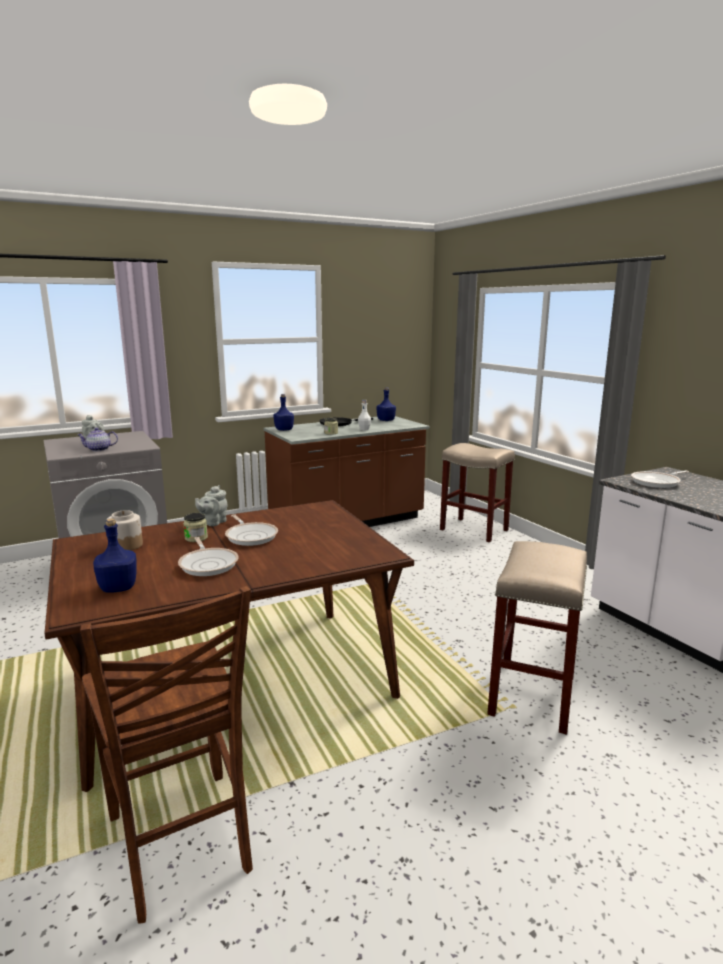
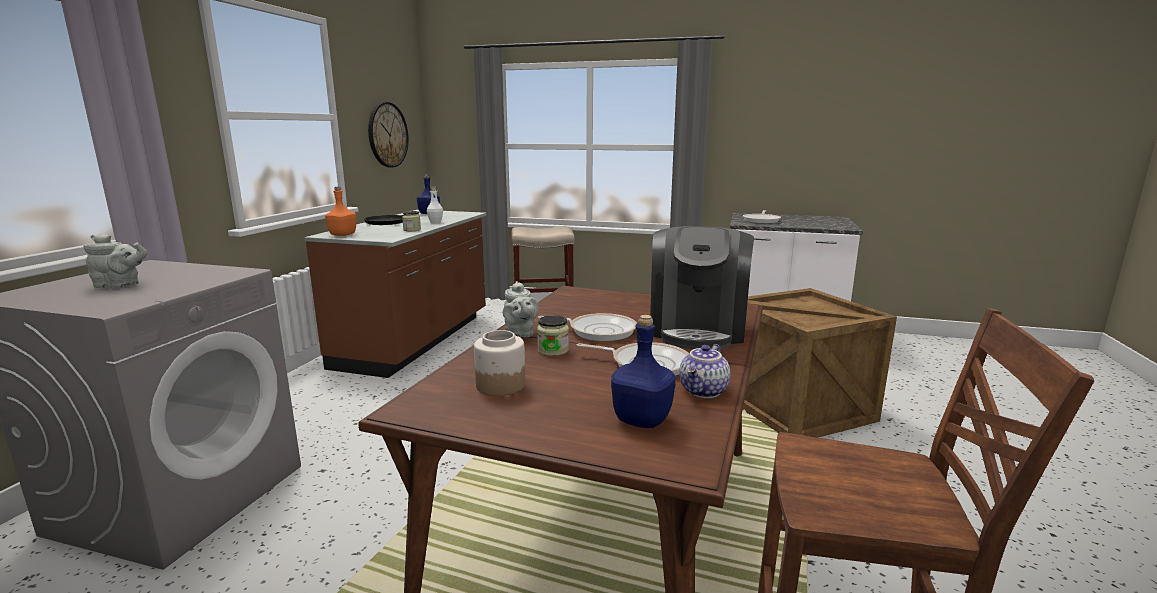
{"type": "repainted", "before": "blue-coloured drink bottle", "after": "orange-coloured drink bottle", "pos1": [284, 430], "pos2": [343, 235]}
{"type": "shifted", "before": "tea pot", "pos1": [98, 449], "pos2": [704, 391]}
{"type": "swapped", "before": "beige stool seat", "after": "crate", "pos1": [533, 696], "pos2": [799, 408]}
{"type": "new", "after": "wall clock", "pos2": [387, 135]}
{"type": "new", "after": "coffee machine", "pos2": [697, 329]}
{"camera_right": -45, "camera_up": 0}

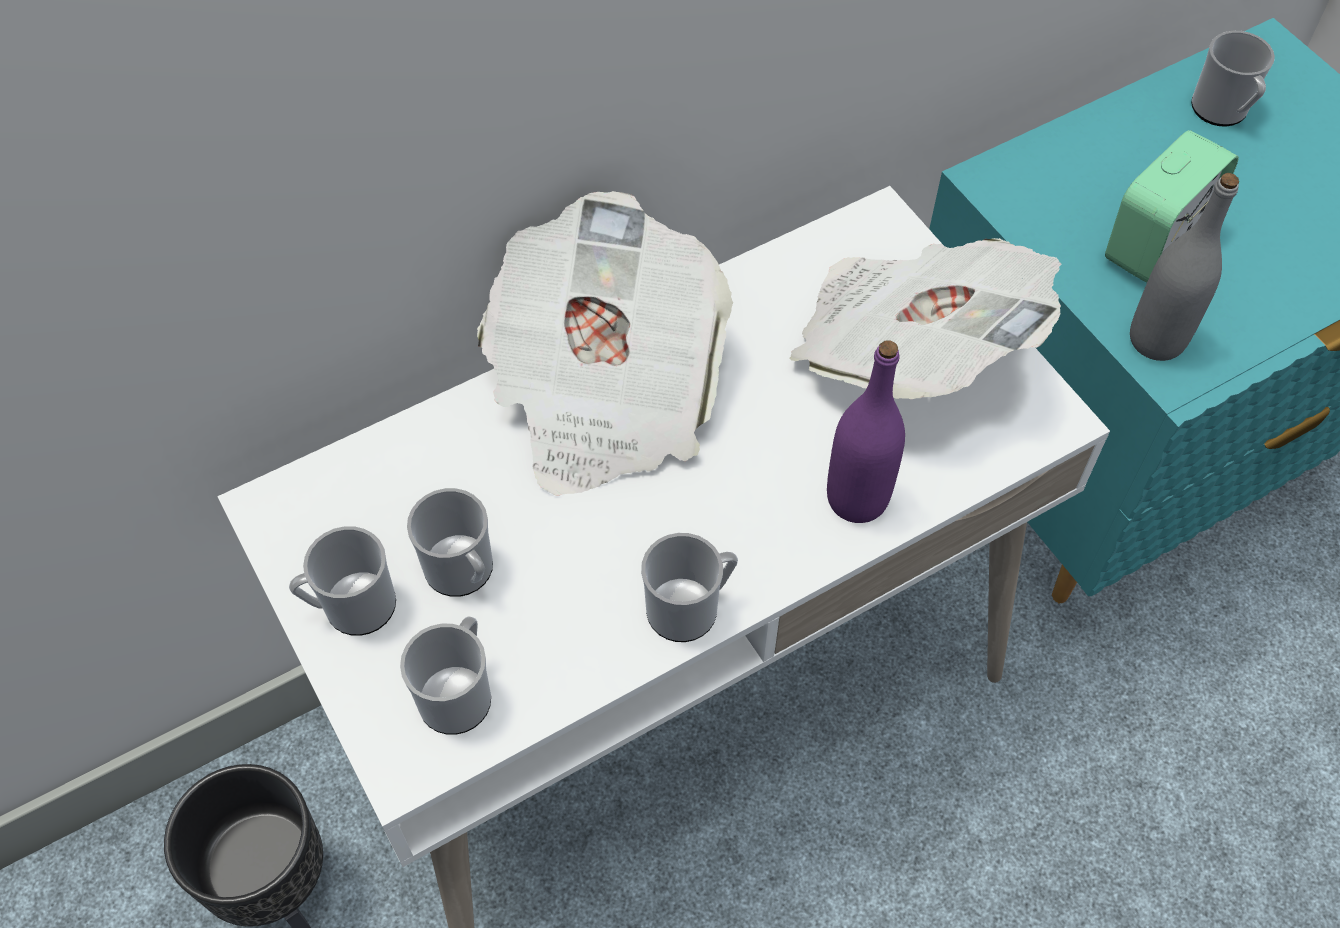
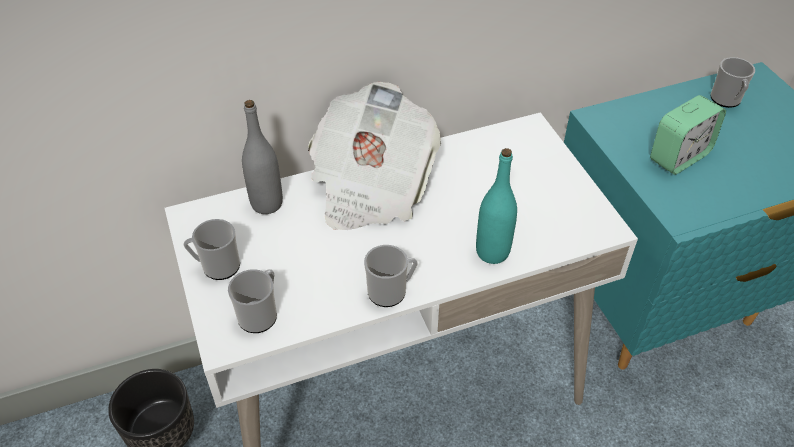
{"type": "shifted", "before": "greyish drink bottle", "pos1": [1156, 340], "pos2": [267, 204]}
{"type": "gone", "before": "newspaper", "pos1": [909, 350]}
{"type": "repainted", "before": "purplish drink bottle", "after": "blue-green drink bottle", "pos1": [857, 498], "pos2": [492, 252]}
{"type": "gone", "before": "tea mug", "pos1": [463, 573]}
{"camera_right": 10, "camera_up": -10}

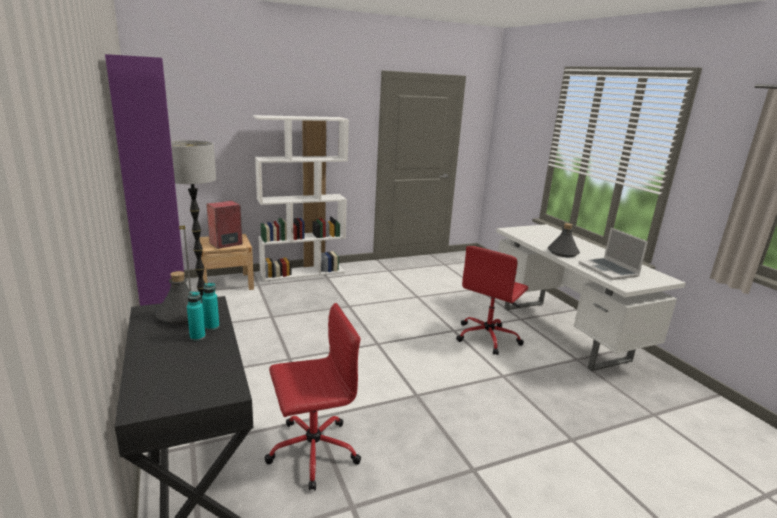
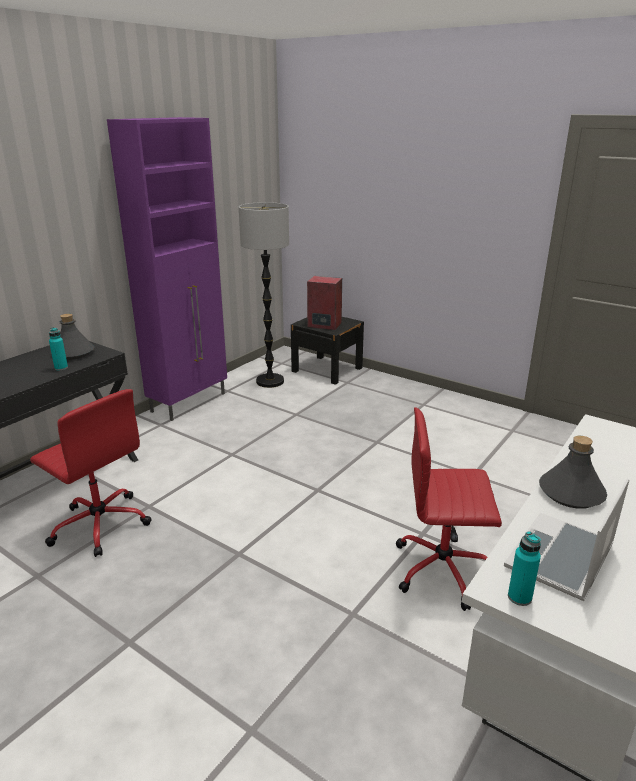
{"type": "gone", "before": "white bookshelf", "pos1": [303, 272]}
{"type": "repainted", "before": "beige night table", "after": "black night table", "pos1": [226, 283], "pos2": [327, 369]}
{"type": "shifted", "before": "blue-green drink bottle", "pos1": [197, 337], "pos2": [519, 597]}
{"camera_right": 60, "camera_up": 5}

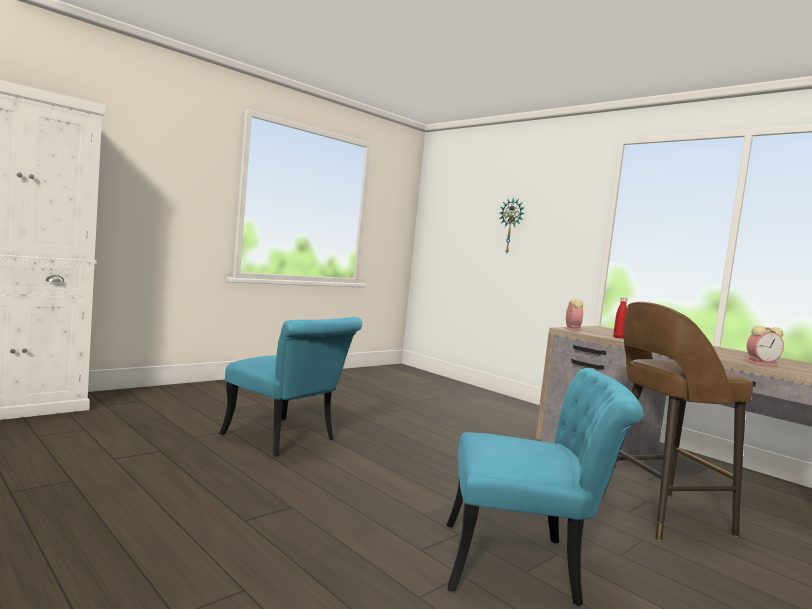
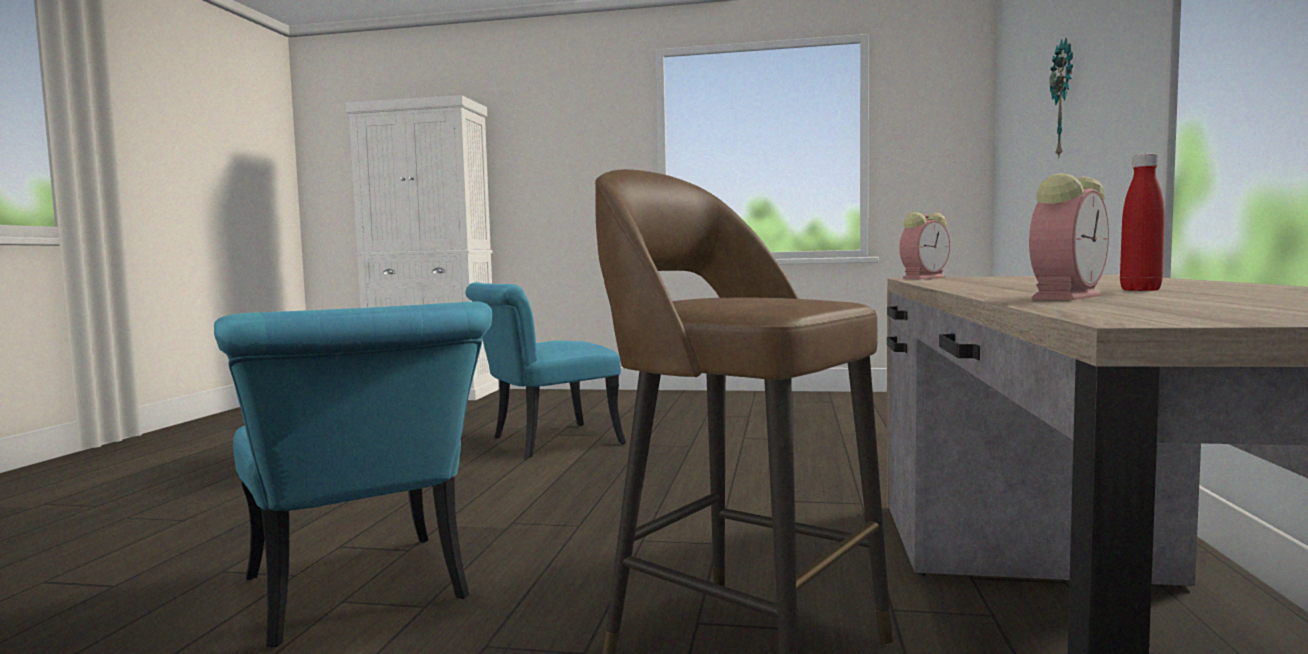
{"type": "shifted", "before": "red drink bottle", "pos1": [618, 337], "pos2": [1140, 290]}
{"type": "rotated", "before": "blue-green upright chair", "pos1": [287, 440], "pos2": [543, 443], "turn": 60}
{"type": "rotated", "before": "bedside clock", "pos1": [762, 364], "pos2": [1066, 297], "turn": -90}
{"camera_right": 55, "camera_up": 0}

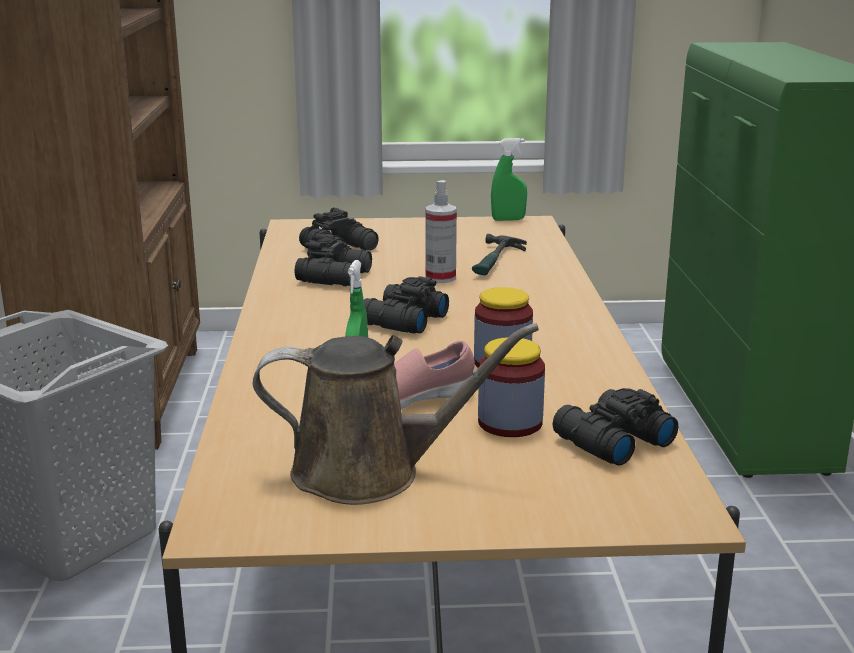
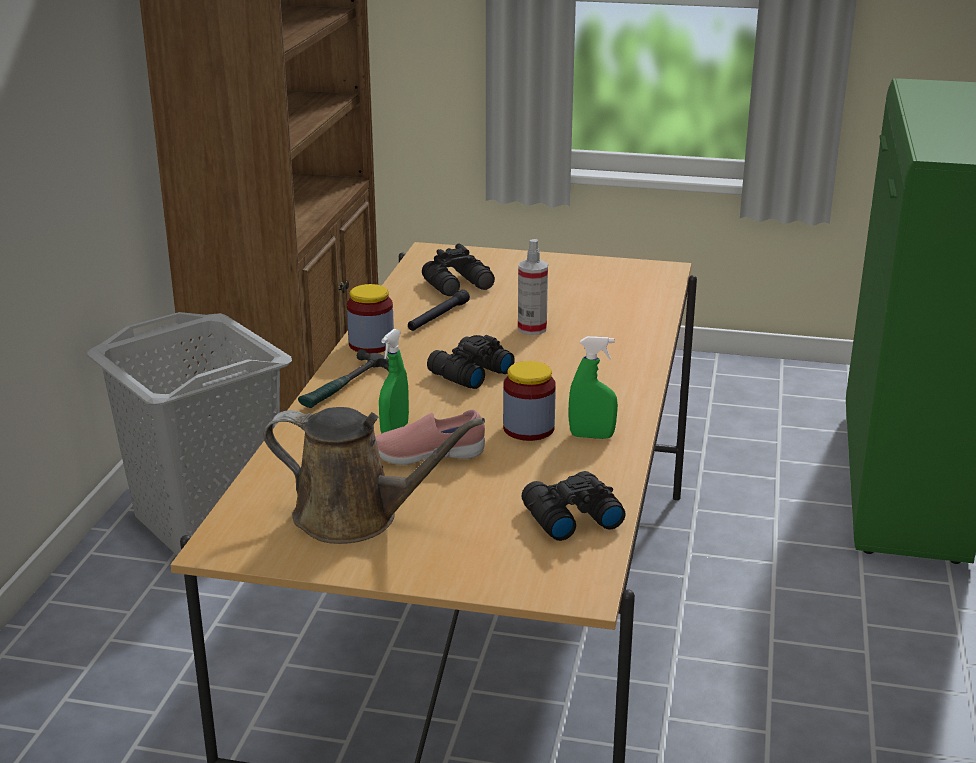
{"type": "shifted", "before": "green hand sprayer", "pos1": [508, 219], "pos2": [591, 436]}
{"type": "swapped", "before": "black pair of binoculars", "after": "black flashlight", "pos1": [336, 276], "pos2": [438, 317]}
{"type": "shifted", "before": "tool hammer", "pos1": [496, 261], "pos2": [346, 387]}
{"type": "shifted", "before": "storage jar", "pos1": [510, 423], "pos2": [371, 344]}
{"camera_right": 15, "camera_up": 5}

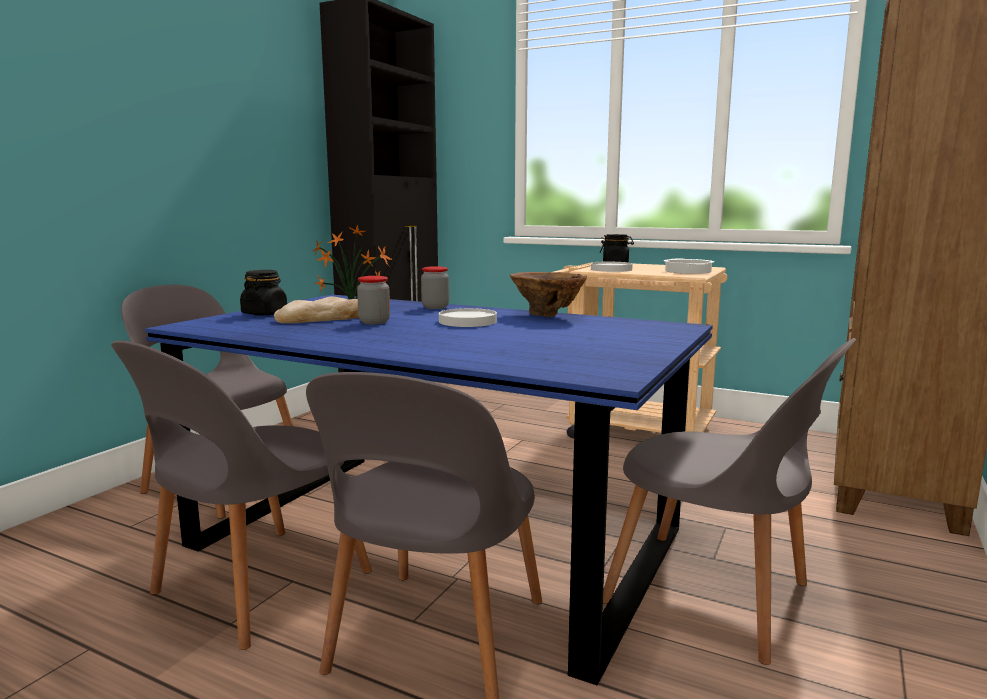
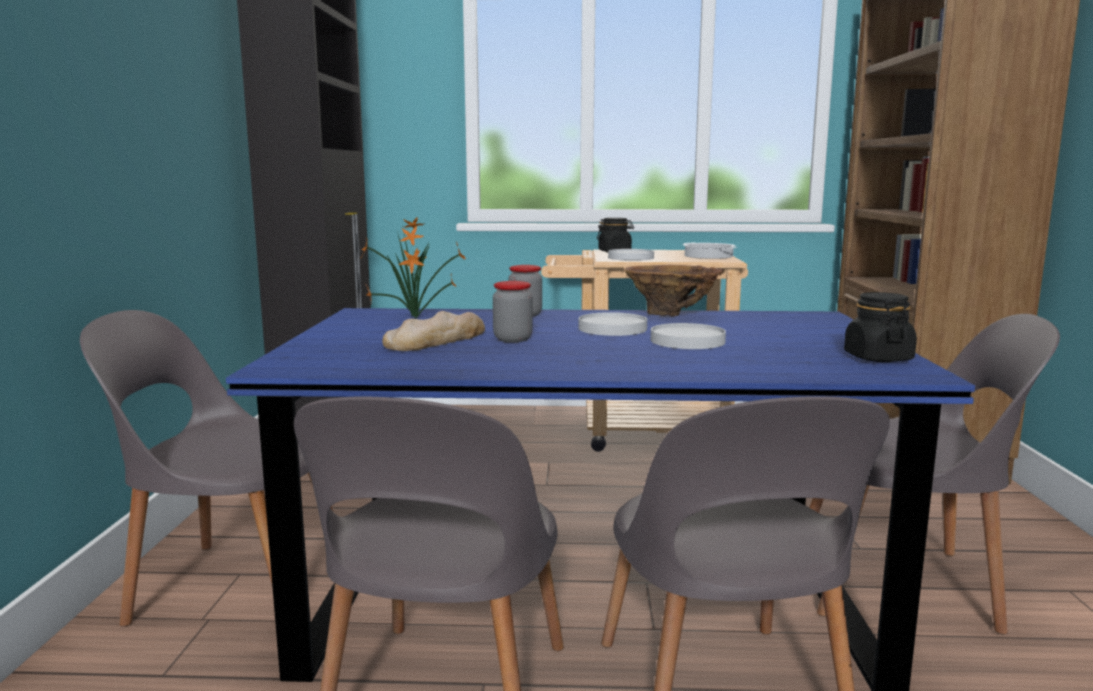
{"type": "shifted", "before": "black storage jar", "pos1": [264, 313], "pos2": [877, 358]}
{"type": "new", "after": "white flat dish", "pos2": [687, 341]}
{"camera_right": -25, "camera_up": 0}

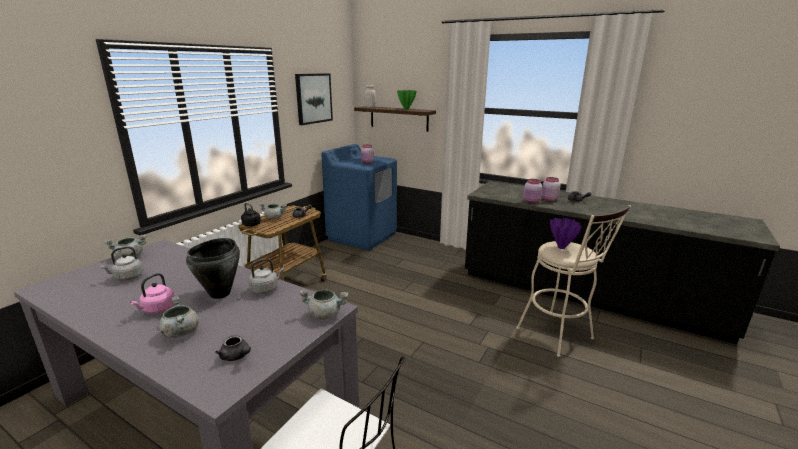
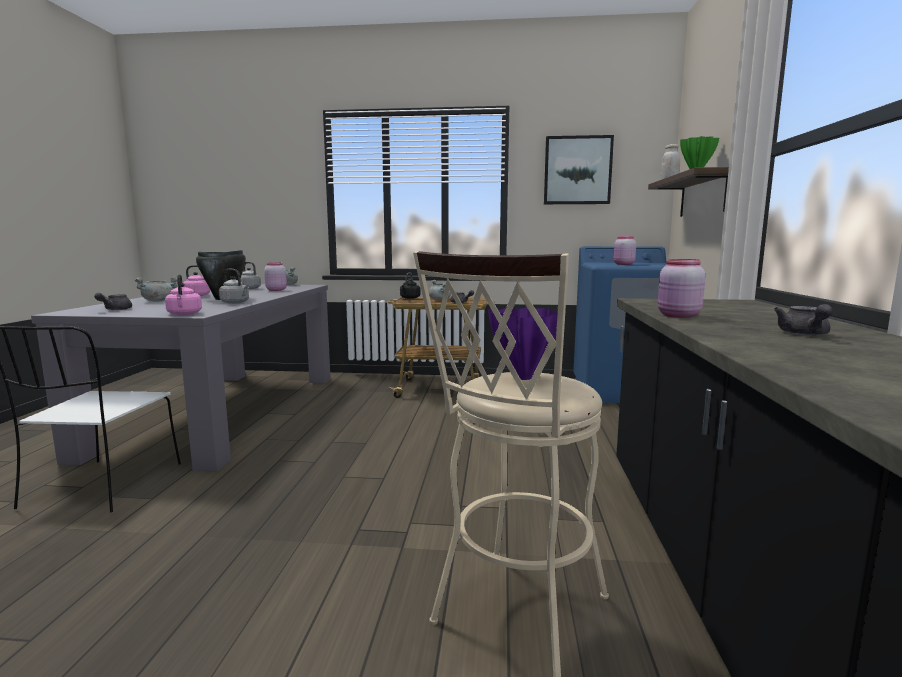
{"type": "shifted", "before": "pink-coloured storage jar", "pos1": [549, 200], "pos2": [276, 290]}
{"type": "swapped", "before": "greyish saucepot", "after": "pink-coloured tea kettle", "pos1": [325, 314], "pos2": [184, 314]}
{"camera_right": 65, "camera_up": -10}

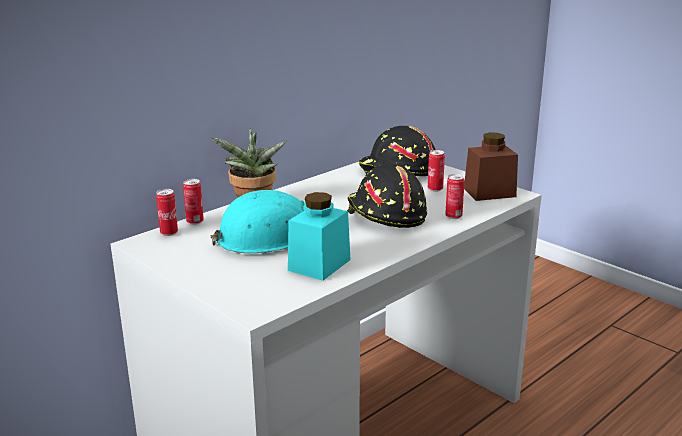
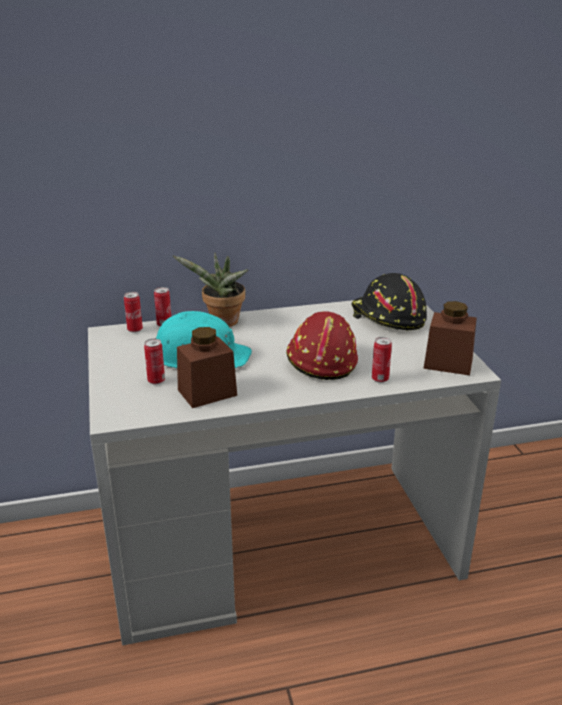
{"type": "shifted", "before": "can", "pos1": [435, 189], "pos2": [156, 381]}
{"type": "repainted", "before": "black work helmet", "after": "red work helmet", "pos1": [385, 214], "pos2": [320, 359]}
{"type": "repainted", "before": "blue-green storage jar", "after": "brown storage jar", "pos1": [319, 265], "pos2": [207, 392]}
{"camera_right": 30, "camera_up": 5}

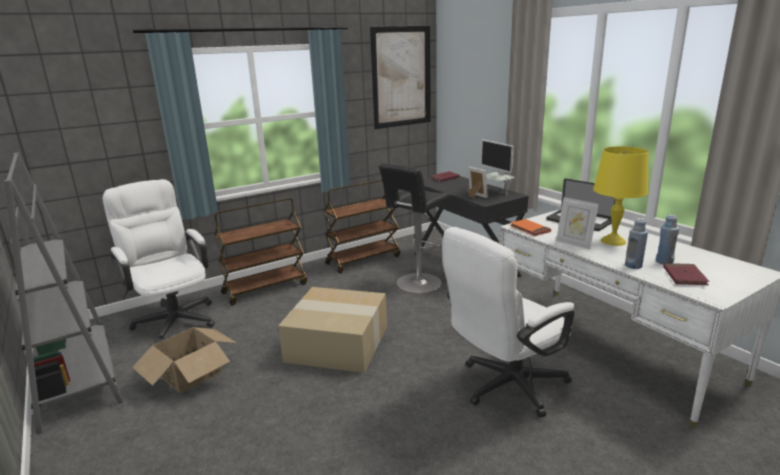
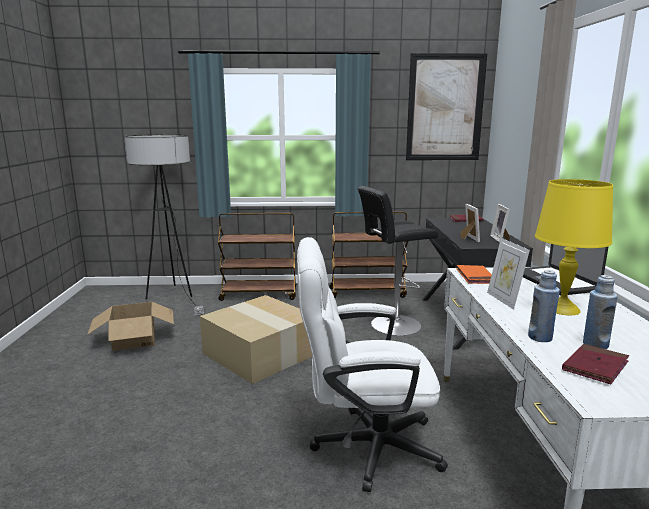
{"type": "swapped", "before": "monitor", "after": "standing frame", "pos1": [497, 192], "pos2": [500, 239]}
{"type": "gone", "before": "greyish bookshelf", "pos1": [78, 380]}
{"type": "swapped", "before": "white office chair", "after": "standing lamp", "pos1": [173, 317], "pos2": [172, 298]}
{"camera_right": 30, "camera_up": -5}

